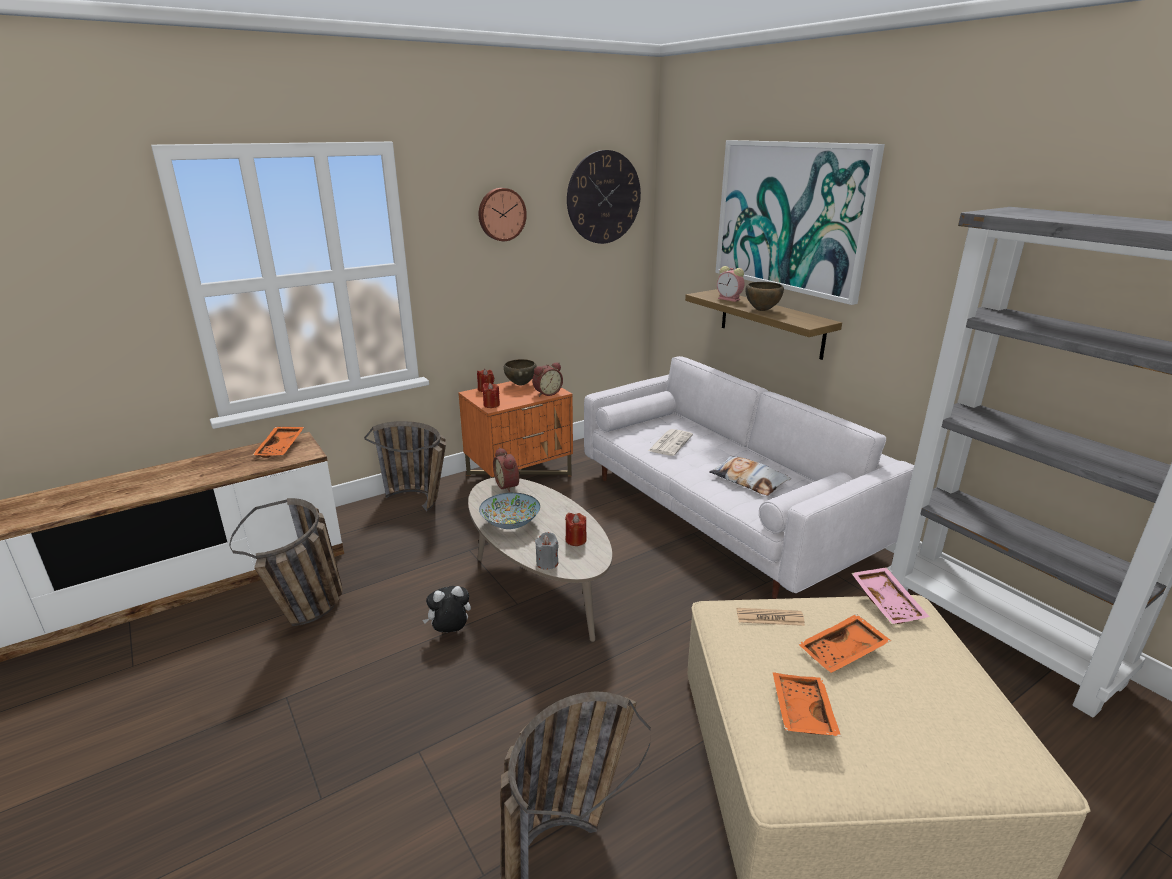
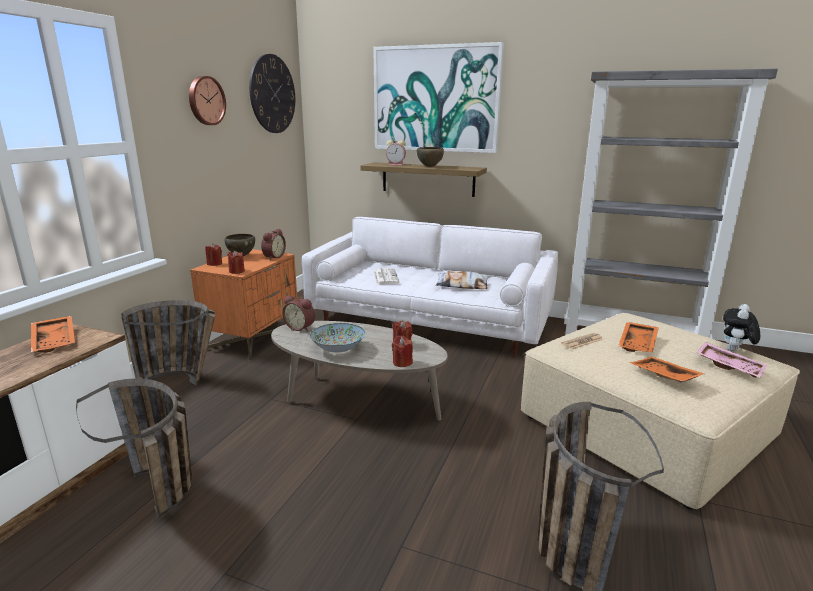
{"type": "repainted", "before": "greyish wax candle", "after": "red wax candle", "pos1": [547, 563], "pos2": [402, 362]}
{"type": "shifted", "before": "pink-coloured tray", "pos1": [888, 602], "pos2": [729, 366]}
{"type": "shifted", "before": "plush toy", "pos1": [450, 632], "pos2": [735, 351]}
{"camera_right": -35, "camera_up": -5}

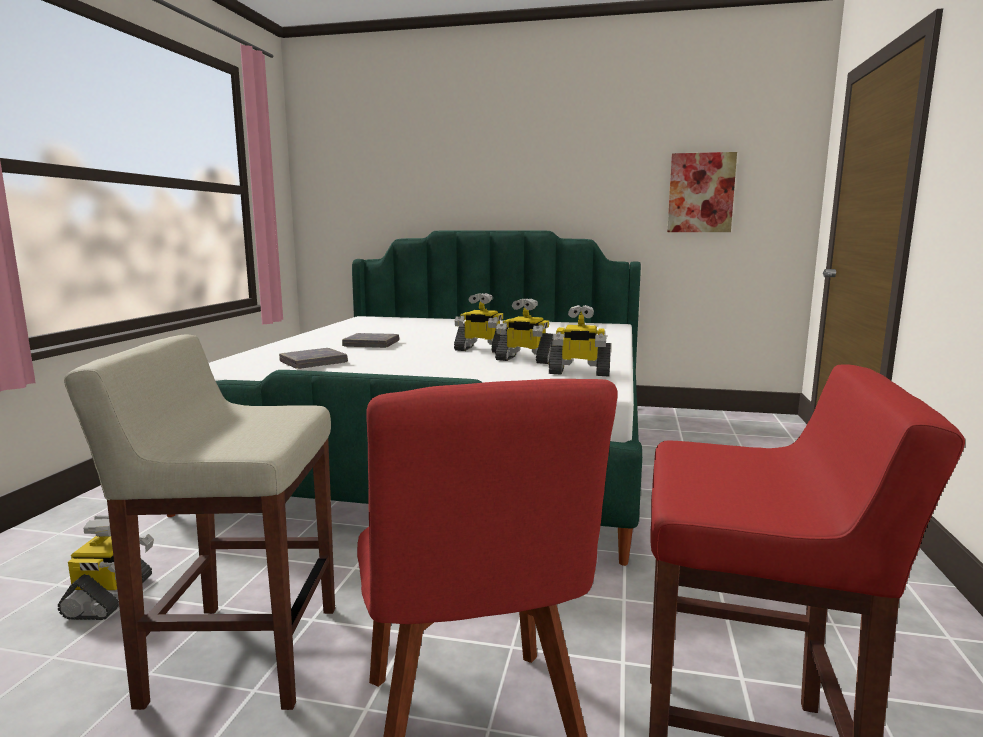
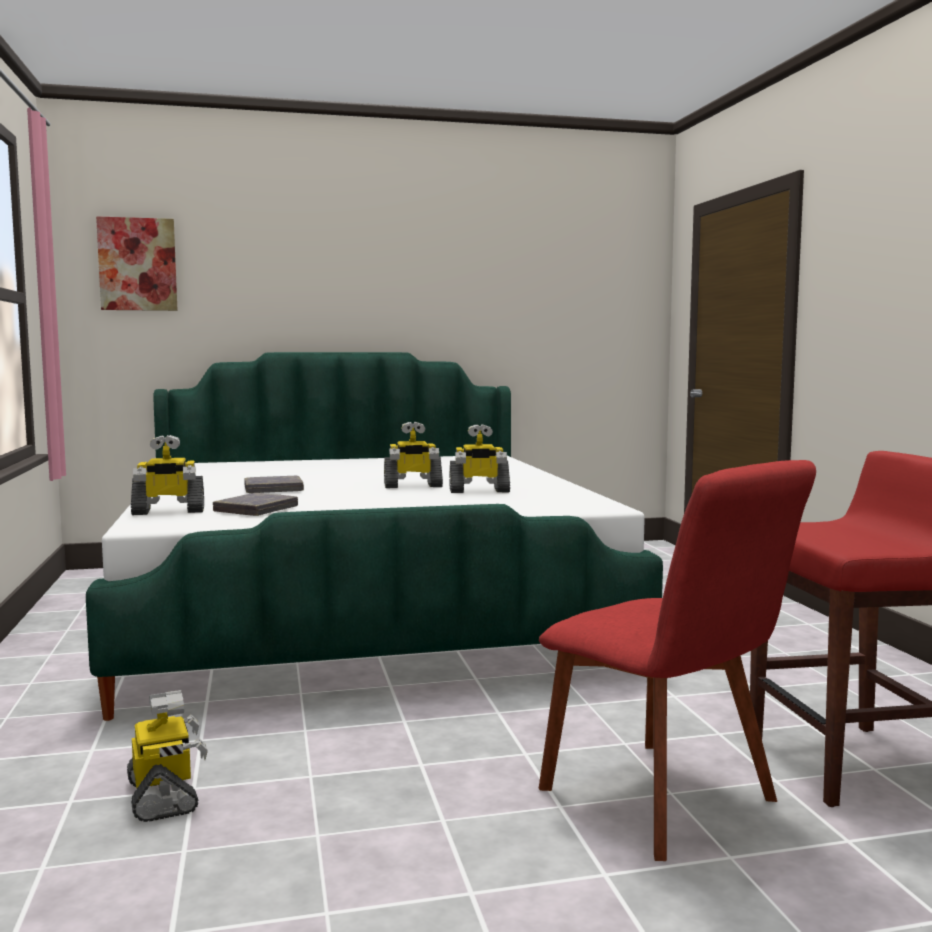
{"type": "shifted", "before": "picture", "pos1": [701, 193], "pos2": [137, 264]}
{"type": "shifted", "before": "robot figure", "pos1": [579, 372], "pos2": [168, 511]}
{"type": "gone", "before": "beige stool seat", "pos1": [242, 654]}
{"camera_right": -25, "camera_up": -5}

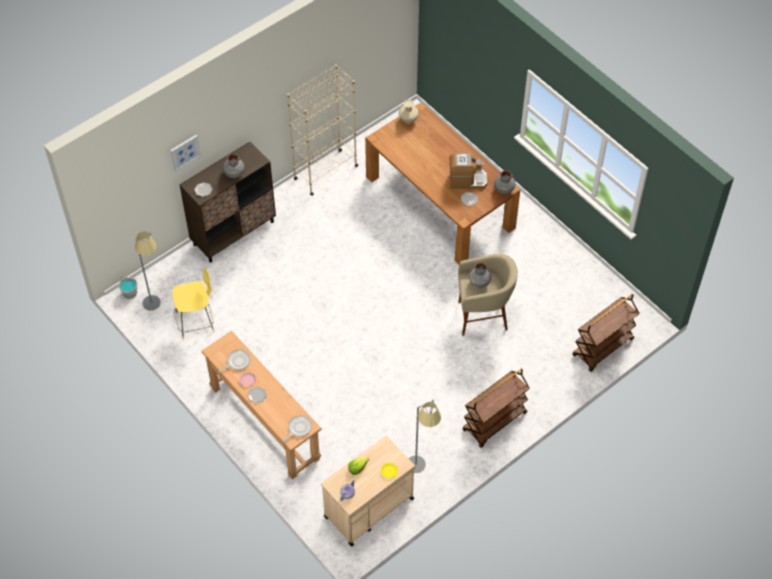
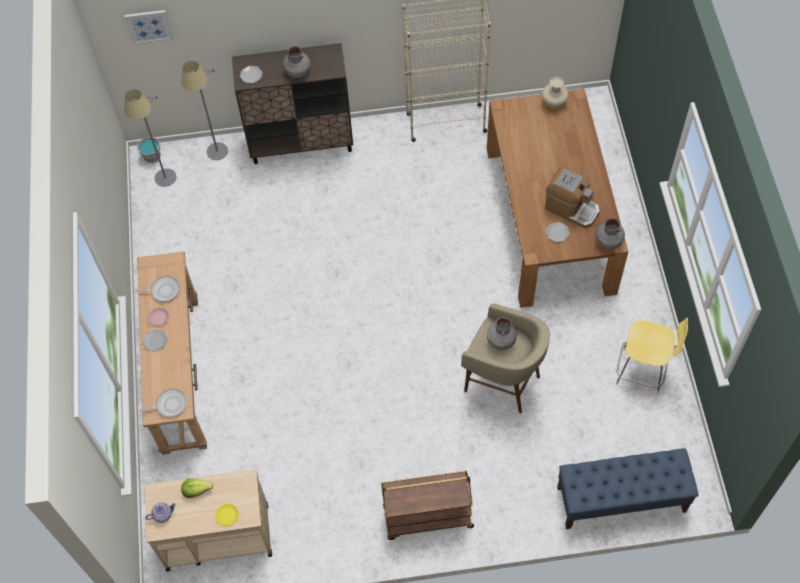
{"type": "shifted", "before": "picture", "pos1": [185, 152], "pos2": [149, 26]}
{"type": "shifted", "before": "yellow-coloured stool seat", "pos1": [196, 322], "pos2": [643, 371]}
{"type": "swapped", "before": "brown wheeled cart", "after": "blue-coloured long seat", "pos1": [602, 348], "pos2": [620, 499]}
{"type": "shifted", "before": "greyish standing lamp", "pos1": [422, 470], "pos2": [218, 159]}
{"camera_right": 35, "camera_up": 5}

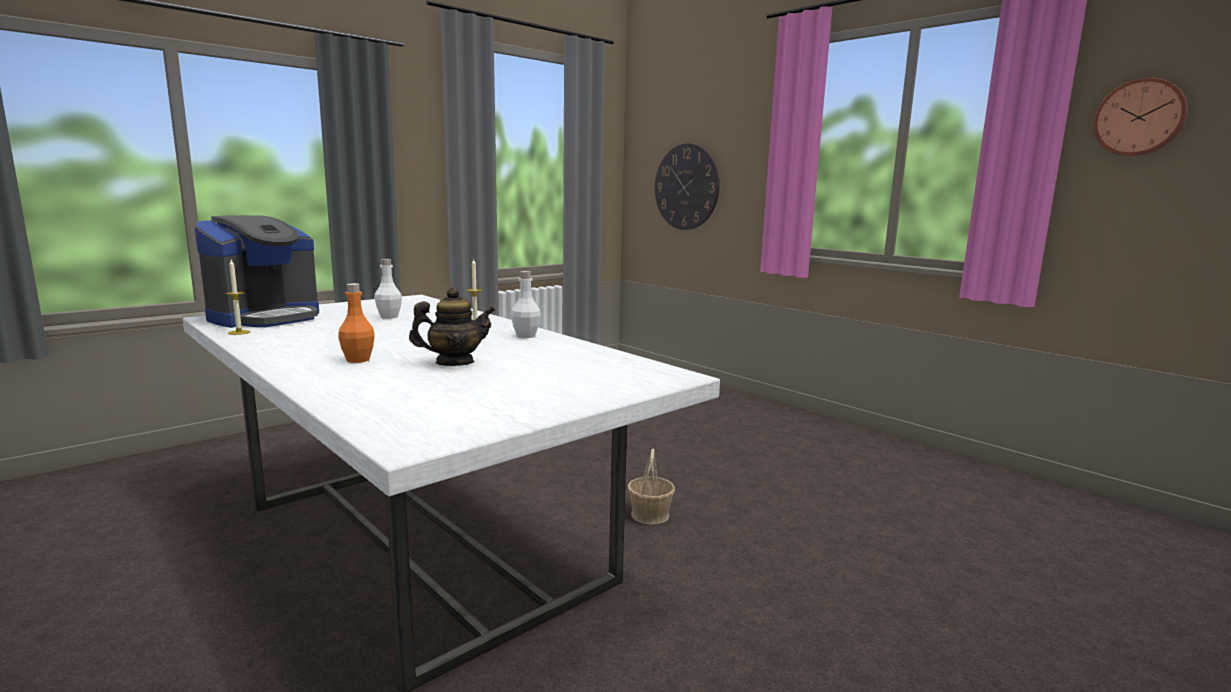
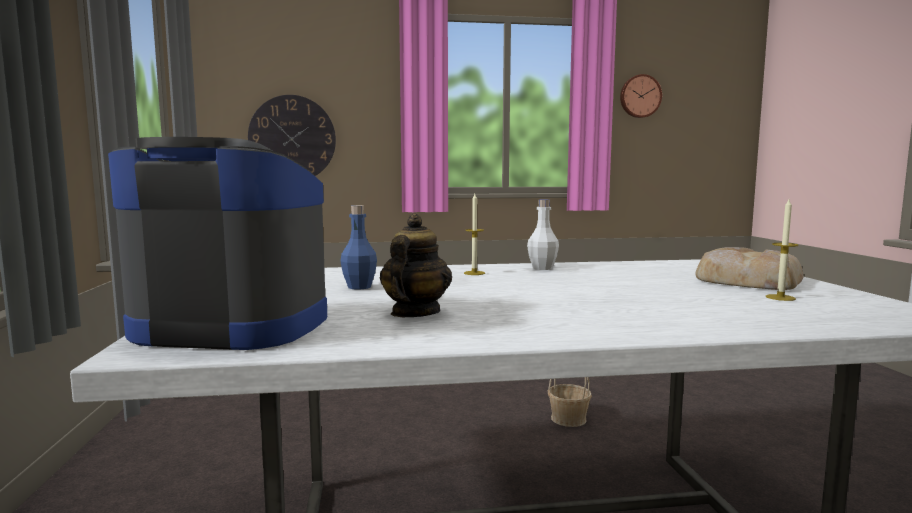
{"type": "rotated", "before": "coffee machine", "pos1": [266, 318], "pos2": [233, 326], "turn": -60}
{"type": "repainted", "before": "white drink bottle", "after": "blue-coloured drink bottle", "pos1": [389, 317], "pos2": [359, 287]}
{"type": "shifted", "before": "wax candle", "pos1": [239, 332], "pos2": [780, 297]}
{"type": "gone", "before": "orange-coloured drink bottle", "pos1": [358, 360]}
{"type": "shifted", "before": "tea pot", "pos1": [454, 363], "pos2": [414, 313]}
{"type": "new", "after": "bread", "pos2": [746, 280]}
{"camera_right": -55, "camera_up": -5}

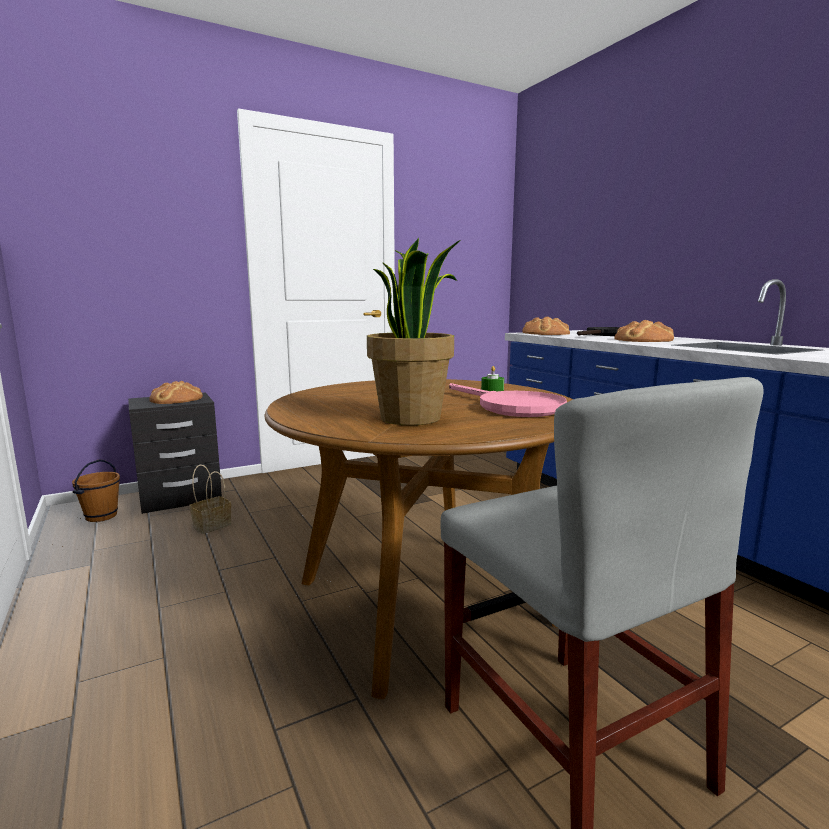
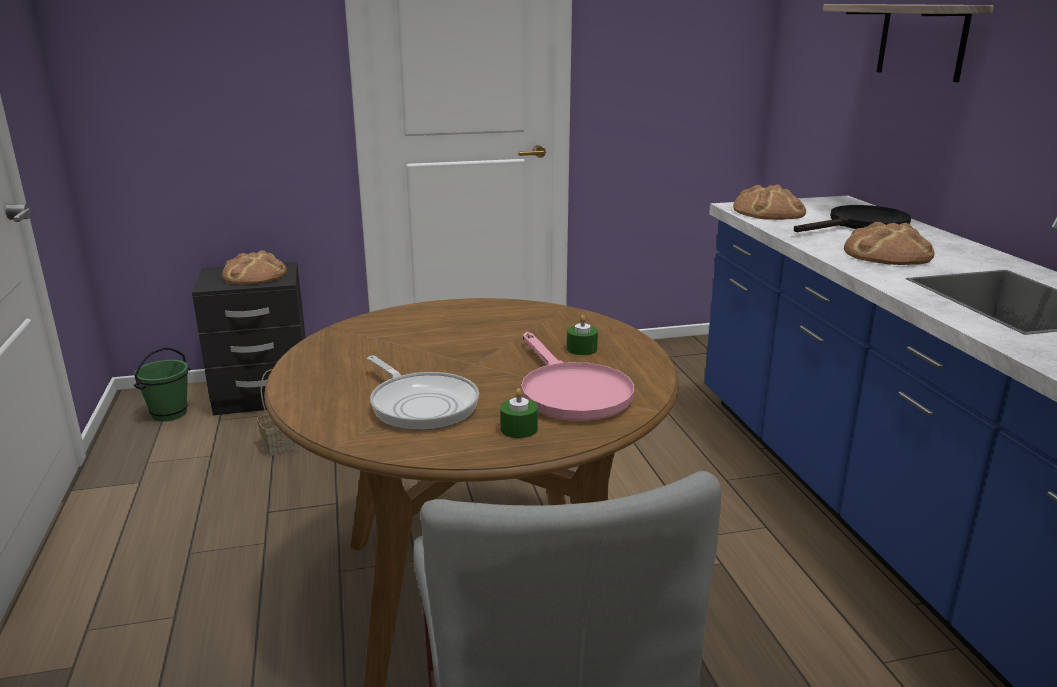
{"type": "swapped", "before": "plant in a pot", "after": "frying pan", "pos1": [412, 418], "pos2": [421, 404]}
{"type": "repainted", "before": "brown pail", "after": "green pail", "pos1": [101, 516], "pos2": [169, 413]}
{"type": "new", "after": "bracket shelf", "pos2": [922, 41]}
{"type": "new", "after": "green wax candle", "pos2": [519, 429]}
{"camera_right": 15, "camera_up": 10}

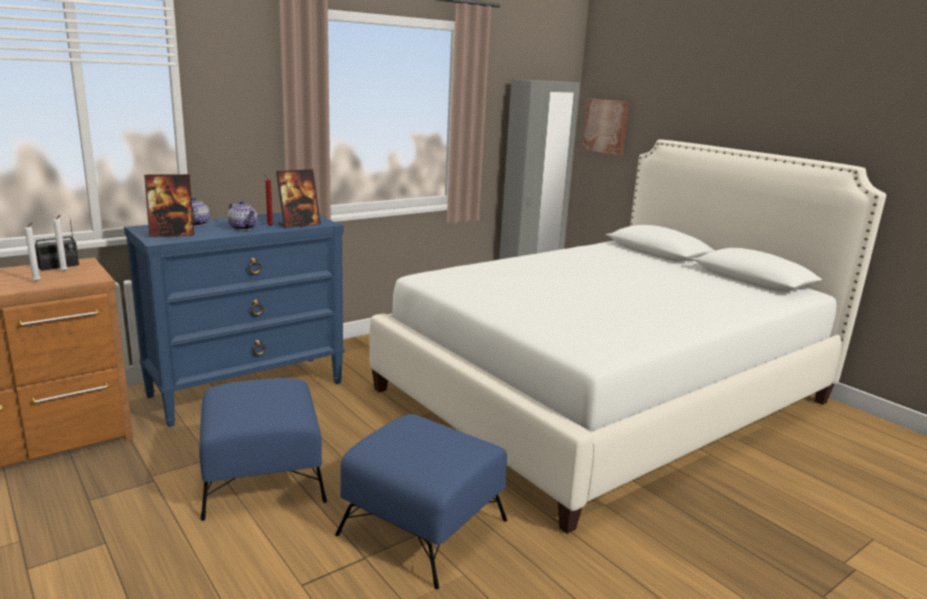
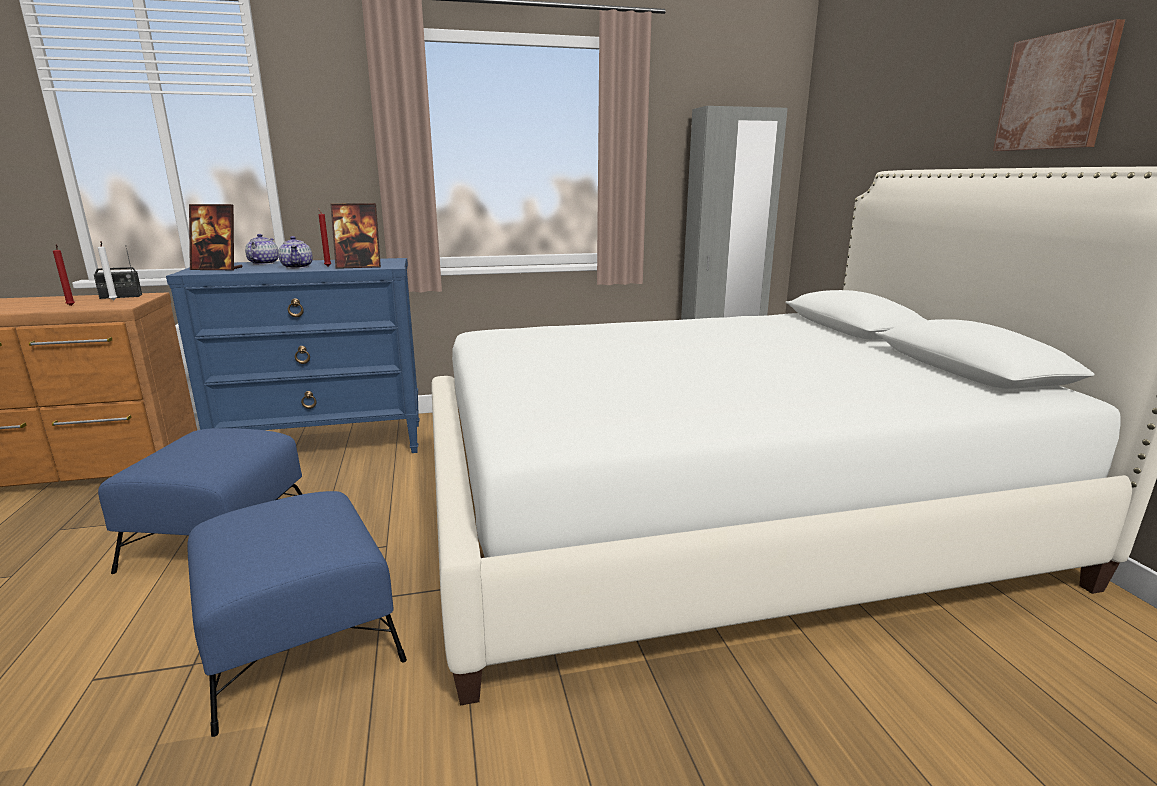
{"type": "shifted", "before": "picture", "pos1": [606, 126], "pos2": [1055, 92]}
{"type": "repainted", "before": "white wax candle", "after": "red wax candle", "pos1": [37, 282], "pos2": [71, 306]}
{"camera_right": 25, "camera_up": 0}

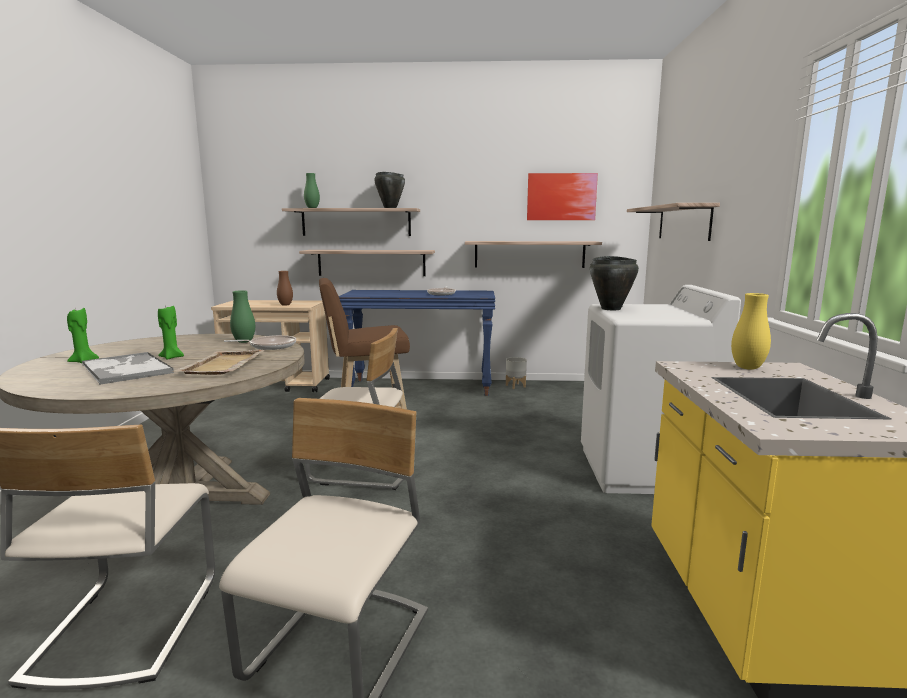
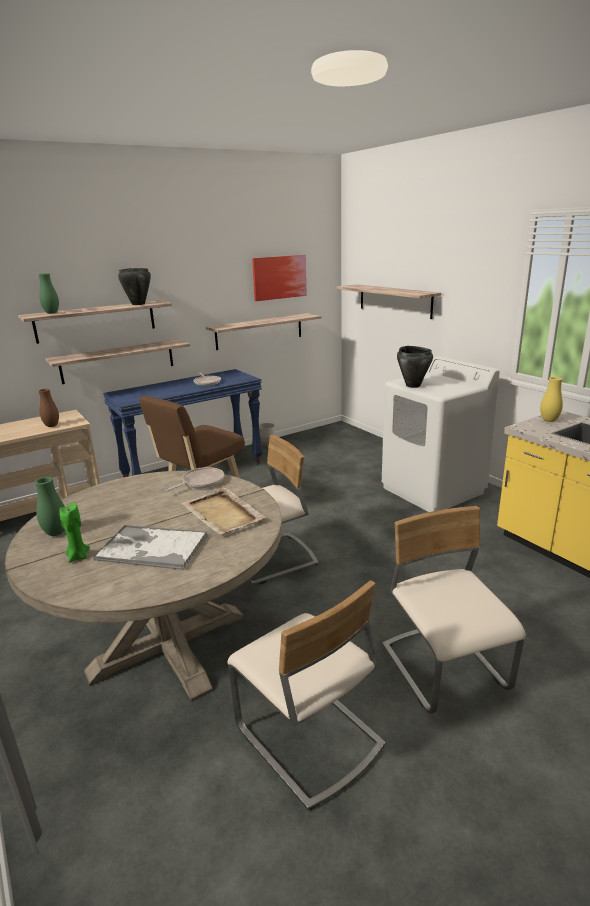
{"type": "shifted", "before": "green flower vase", "pos1": [244, 341], "pos2": [56, 533]}
{"type": "gone", "before": "green wax candle", "pos1": [172, 357]}
{"camera_right": -35, "camera_up": 10}

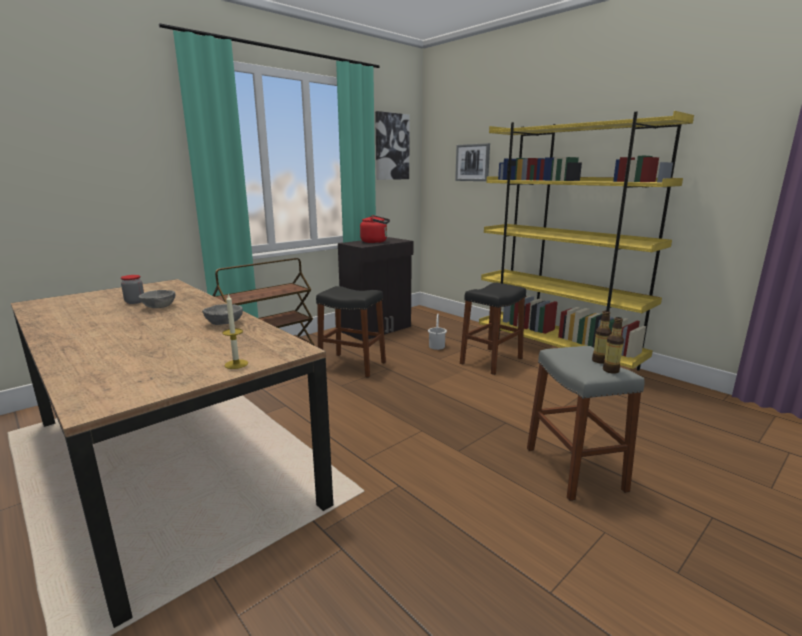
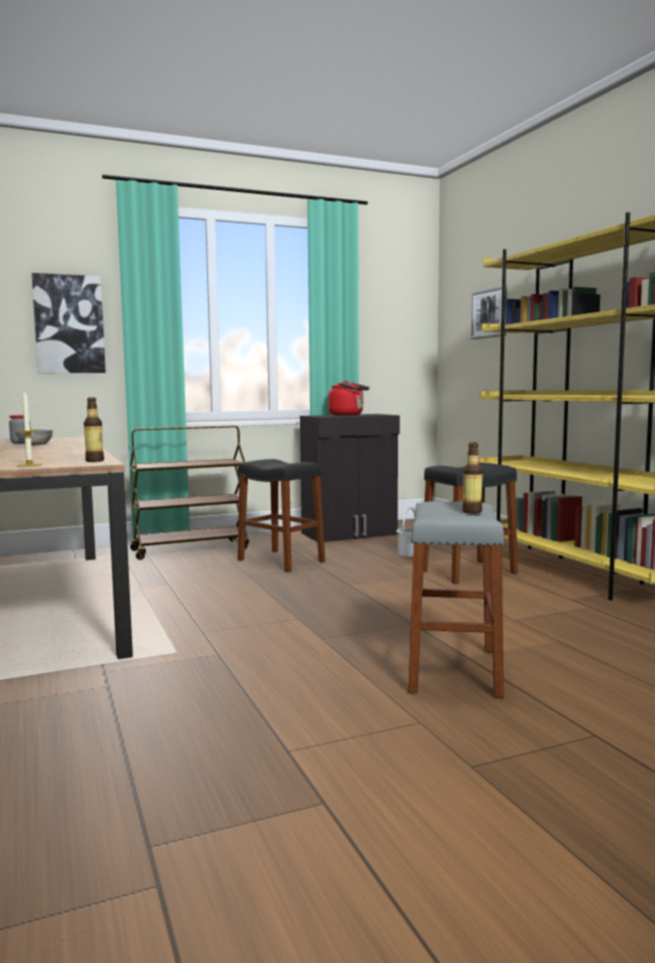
{"type": "shifted", "before": "picture", "pos1": [391, 147], "pos2": [69, 324]}
{"type": "gone", "before": "greyish deep dish", "pos1": [224, 323]}
{"type": "shifted", "before": "drink bottle", "pos1": [610, 370], "pos2": [94, 461]}
{"camera_right": 20, "camera_up": -10}

